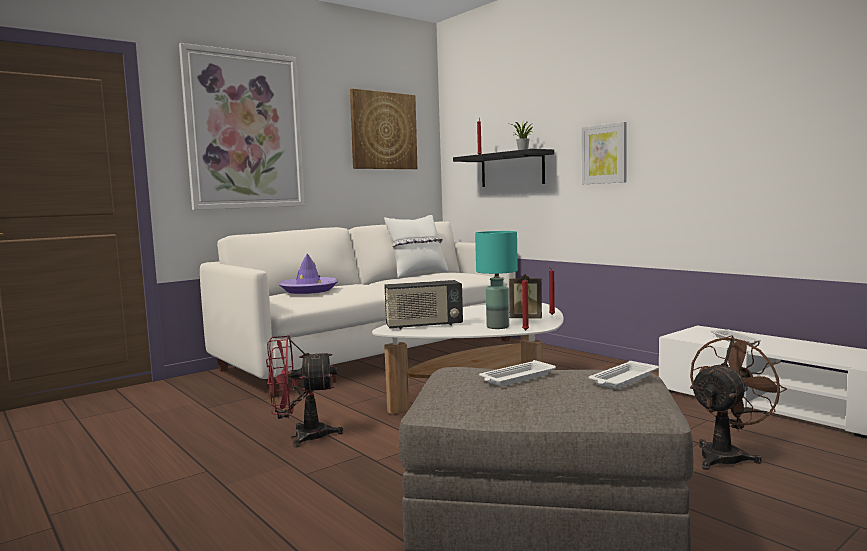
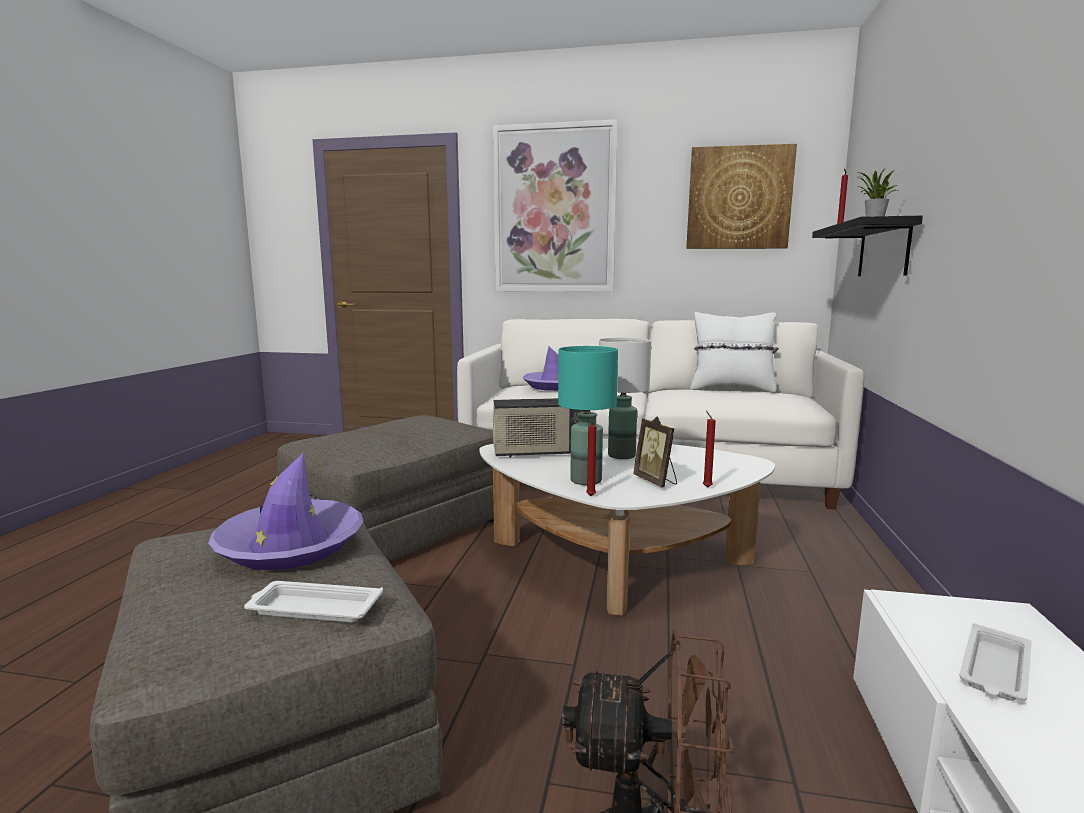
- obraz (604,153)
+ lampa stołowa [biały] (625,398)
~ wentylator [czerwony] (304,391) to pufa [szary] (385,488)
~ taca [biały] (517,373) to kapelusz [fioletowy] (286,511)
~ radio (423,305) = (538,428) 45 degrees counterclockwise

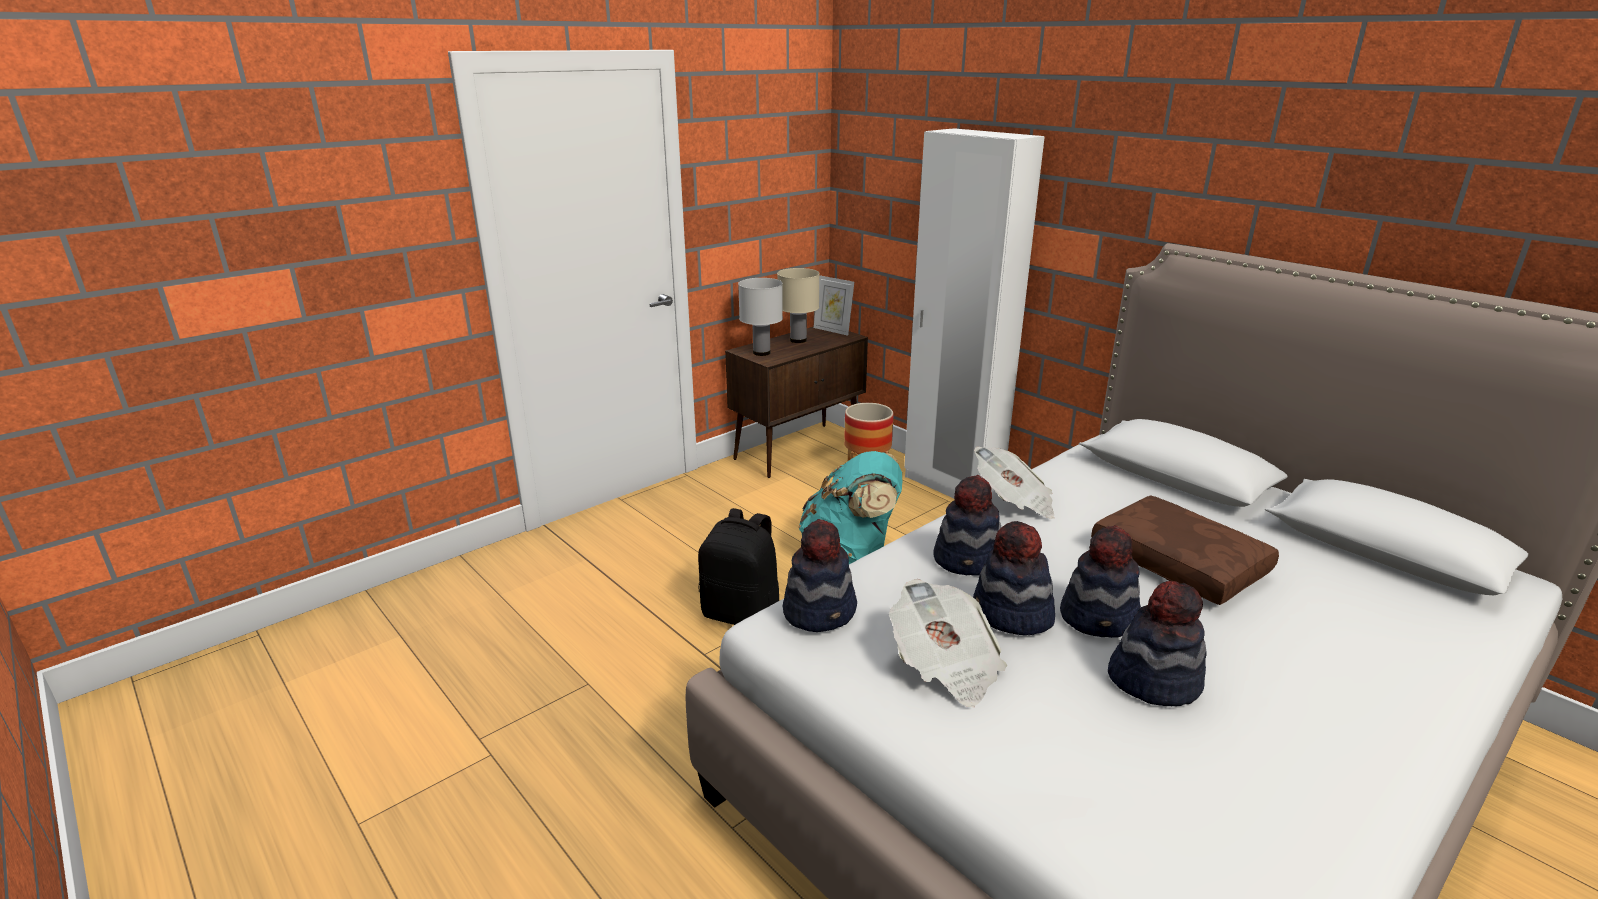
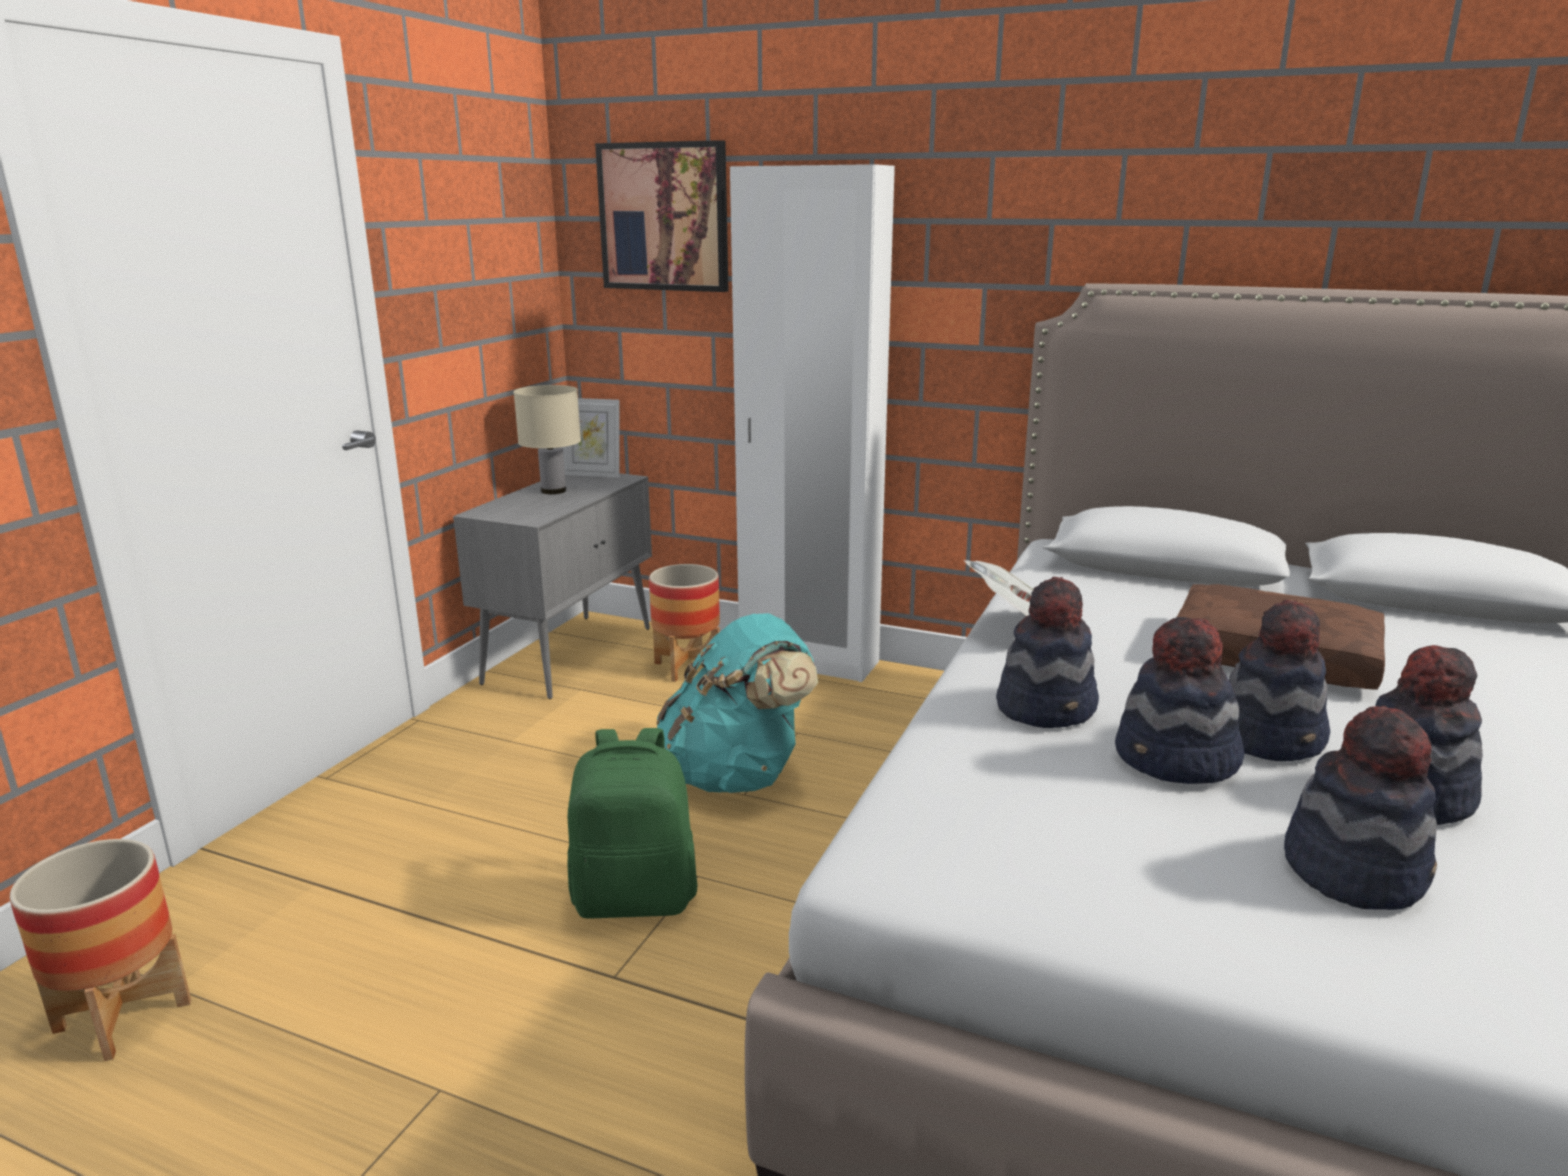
- lampa stołowa [biały] (760,317)
- gazeta (948,643)
+ donica (100,950)
+ obraz (661,216)
~ kapelusz (820,575) to (1360,808)
~ plecak [czarny] (738,566) to plecak [zielony] (632,823)
~ szafka [brązowy] (796,402) to szafka [szary] (552,586)

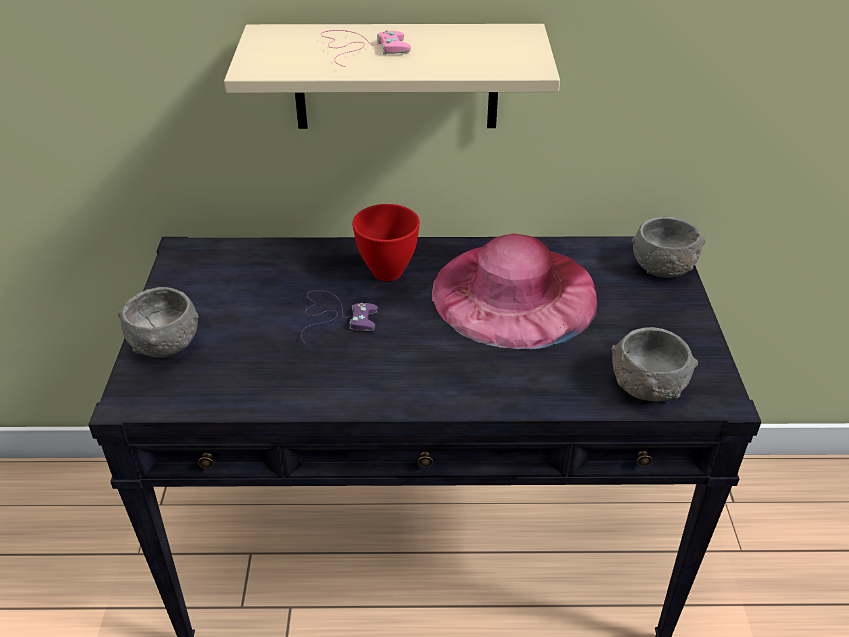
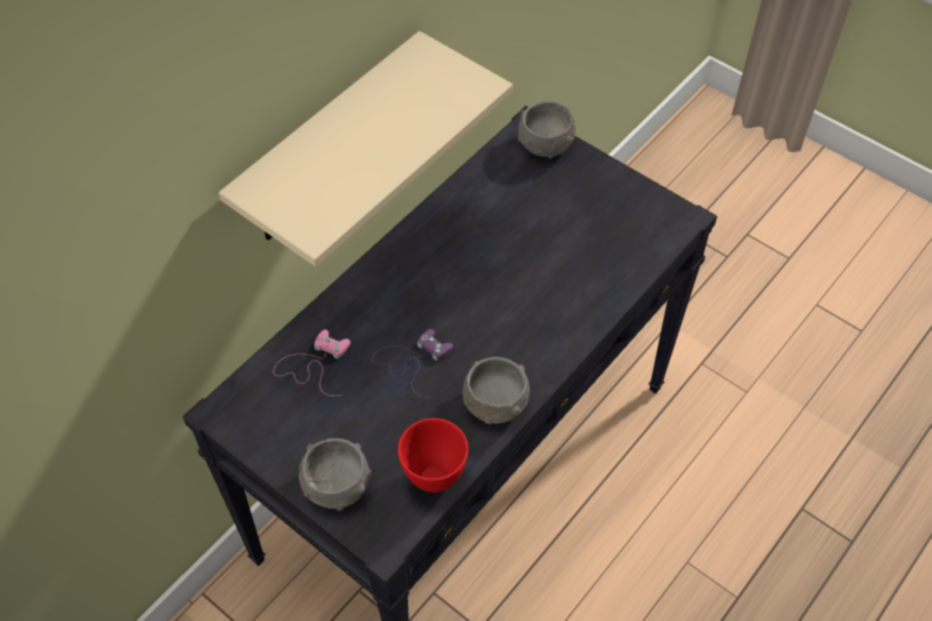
- kapelusz [różowy] (515,292)
~ pad do gier [różowy] (366,48) to (311,363)
~ miska [czerwony] (386,242) to (433,455)
~ miska [szary] (654,364) to (496,391)

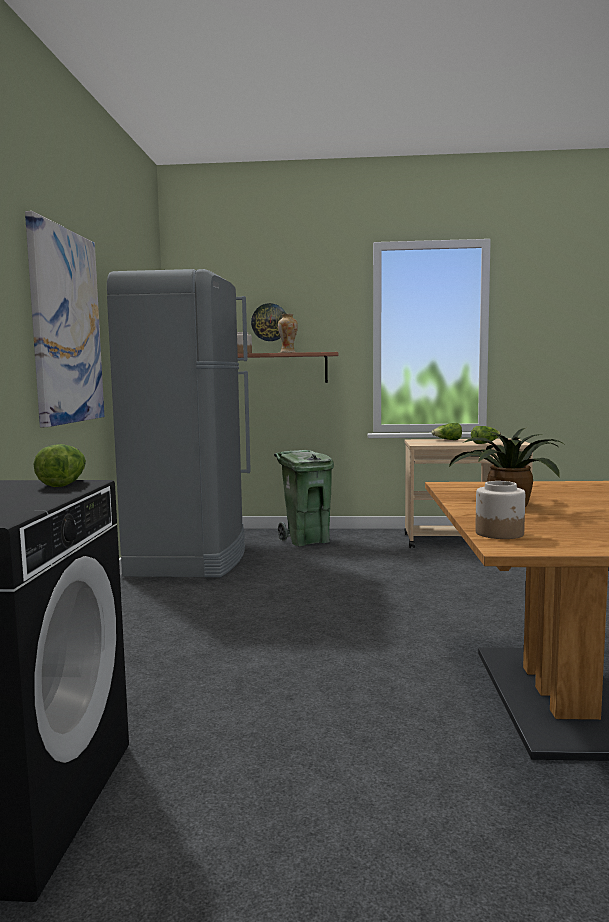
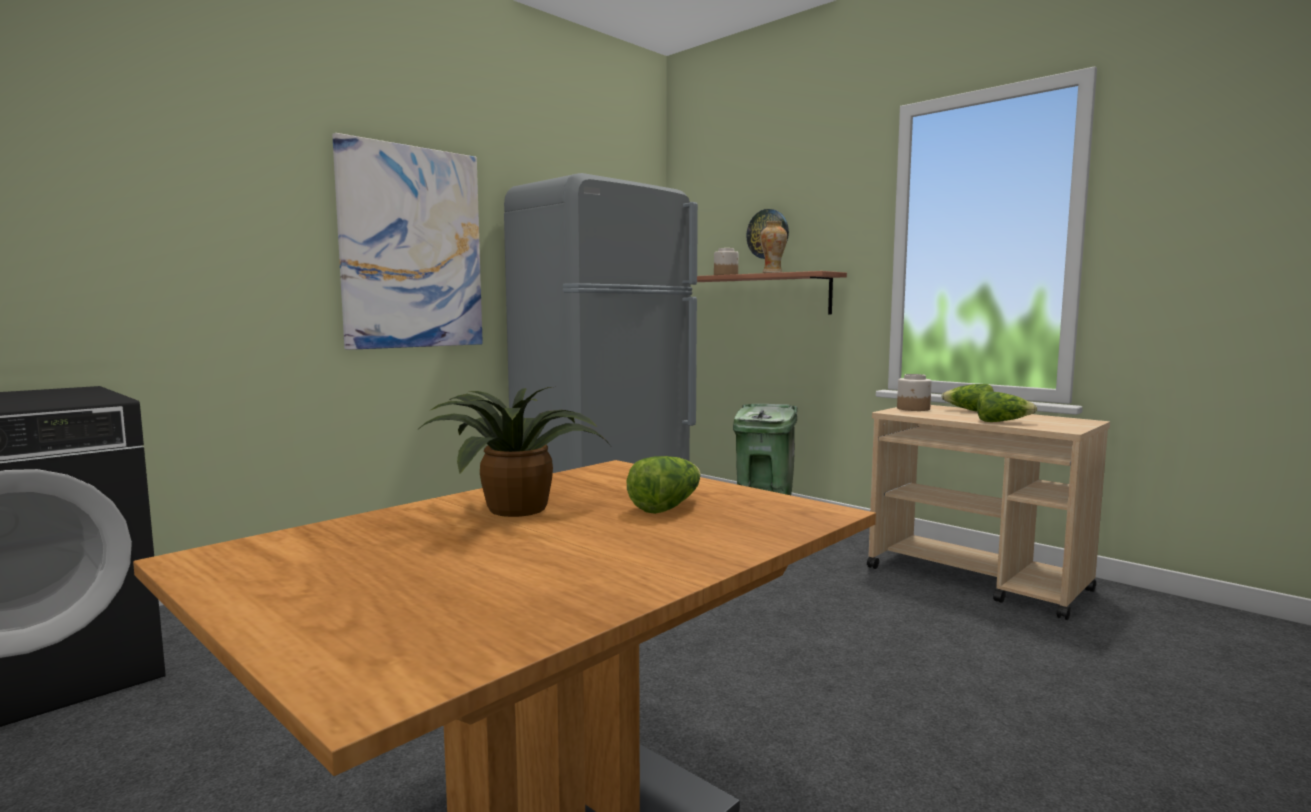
~ sałata (60,465) to (664,485)
~ słoik (500,510) to (914,392)

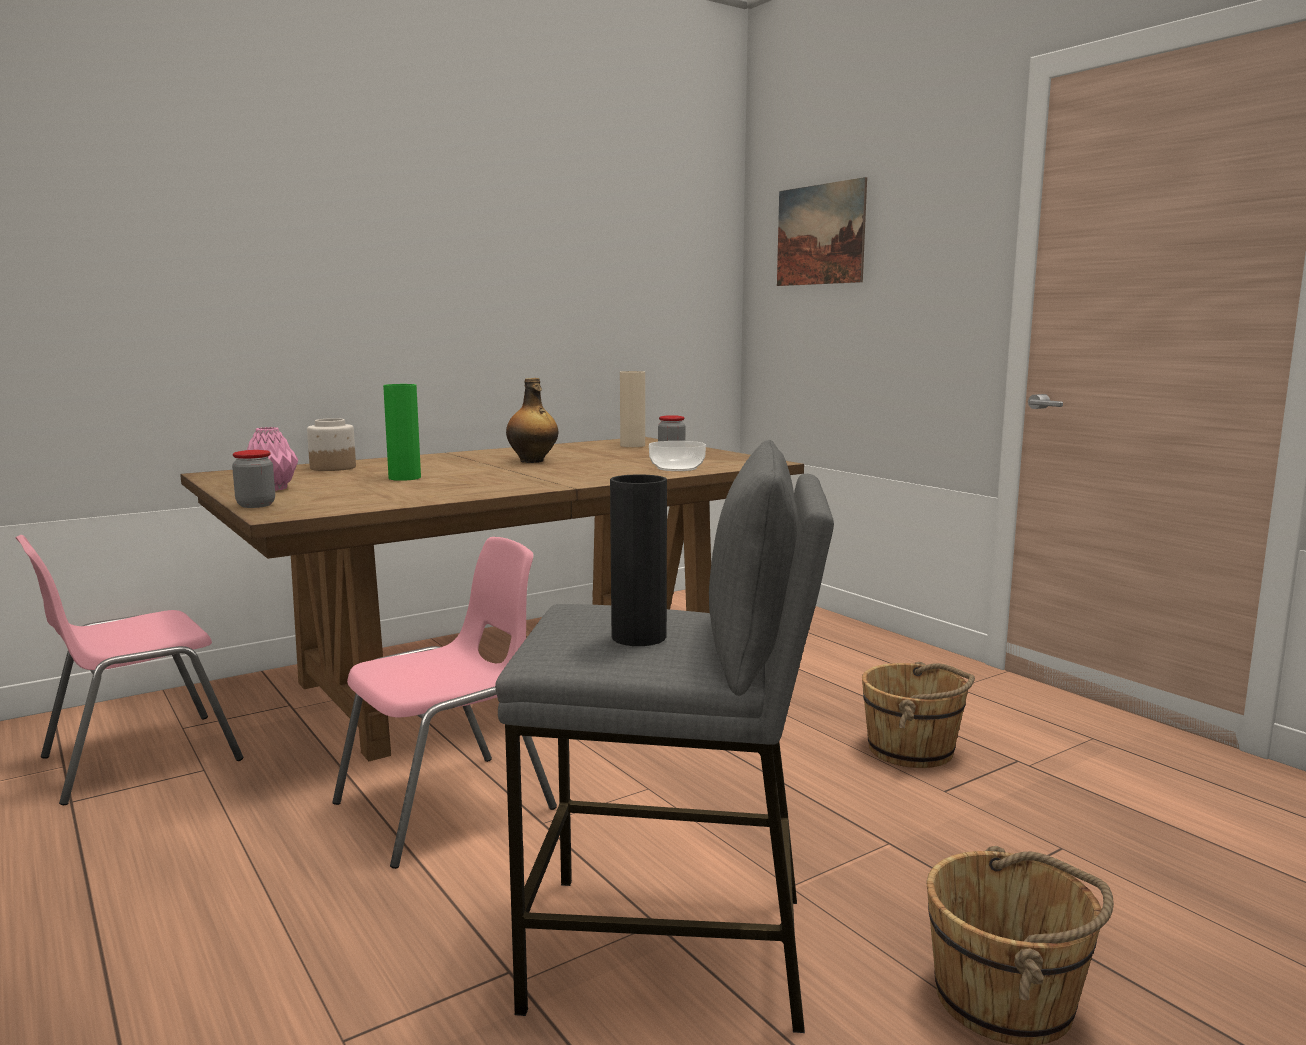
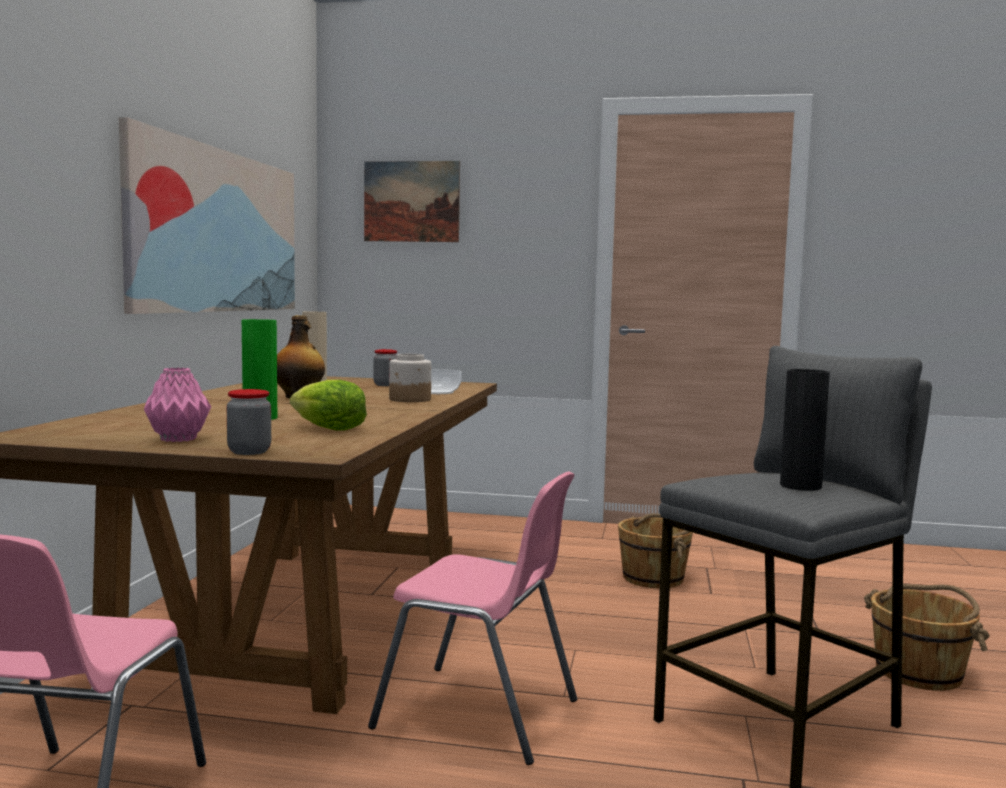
+ obraz (207,215)
+ sałata (328,405)
~ słoik (331,444) to (410,378)
~ krzesło [różowy] (444,703) = (472,618) 105 degrees clockwise

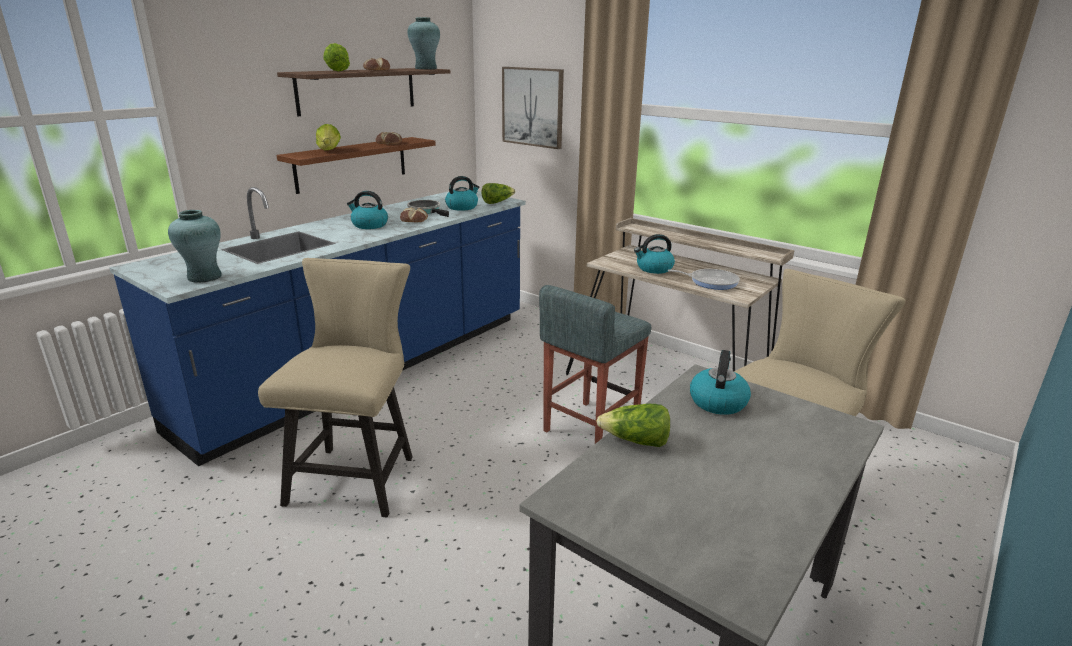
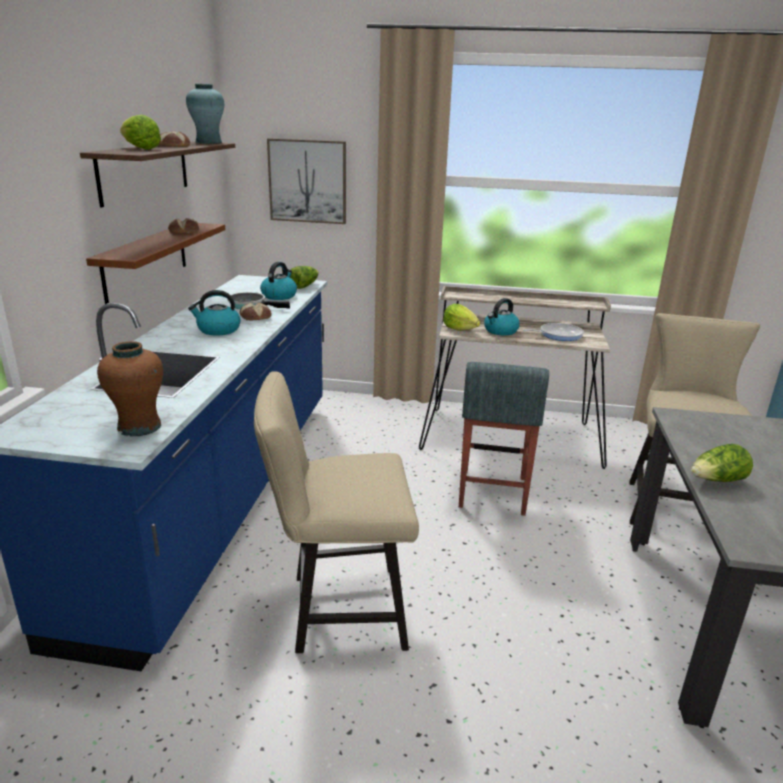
- czajnik (720,382)
~ sałata (328,137) to (461,317)
~ wazon [turkusowy] (195,246) to wazon [brązowy] (130,389)
~ krzesło [beżowy] (335,387) = (336,512) 75 degrees counterclockwise

